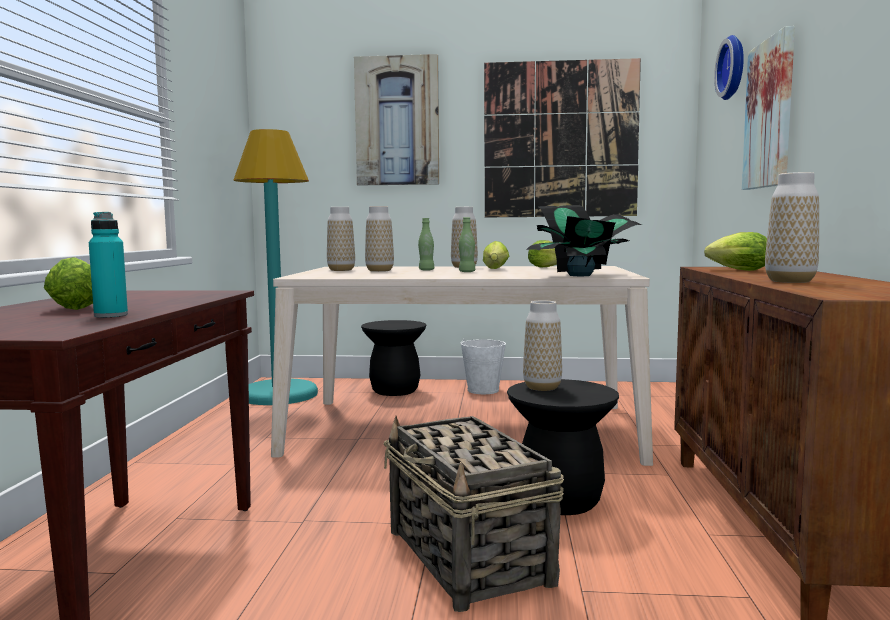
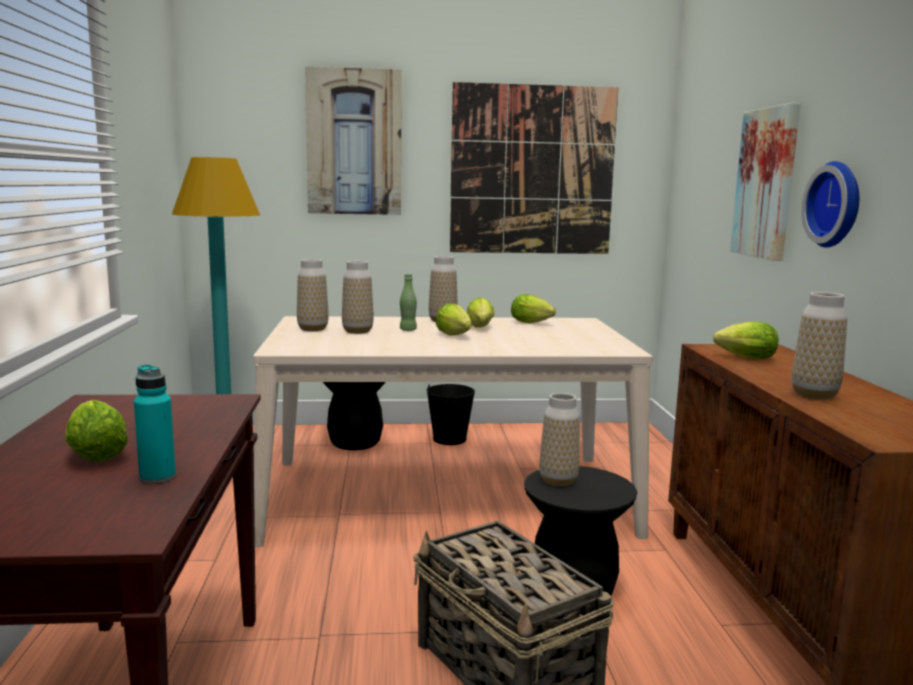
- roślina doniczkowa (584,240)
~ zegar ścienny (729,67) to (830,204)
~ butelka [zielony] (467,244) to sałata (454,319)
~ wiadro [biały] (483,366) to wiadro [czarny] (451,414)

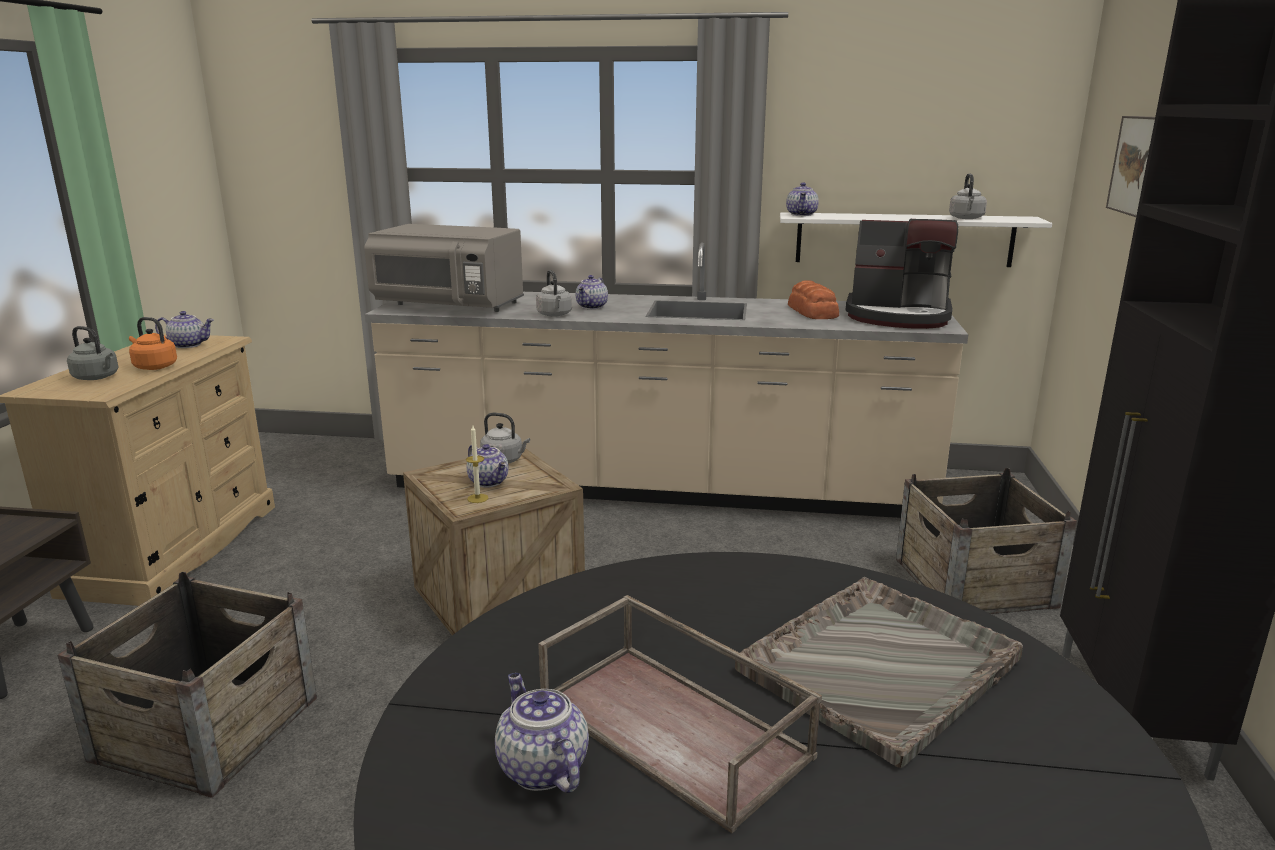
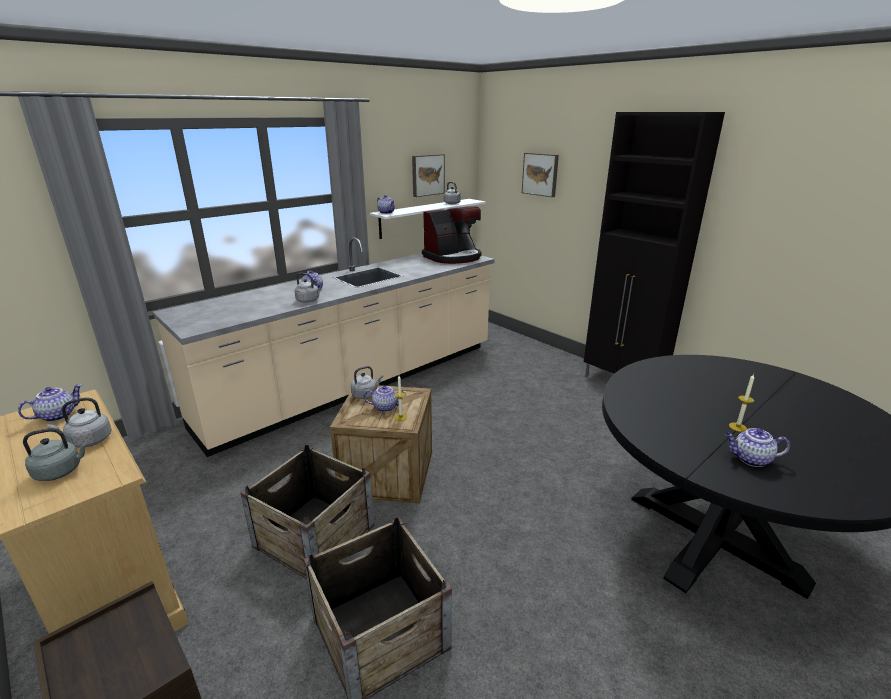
- mikrofalówka [szary] (444,268)
- taca [szary] (879,672)
- chleb (813,300)
+ obraz (428,175)
~ skrzynka (986,541) to (307,511)
~ taca [brązowy] (680,714) to świeca (742,403)
~ czajnik [pomarańczowy] (153,343) to czajnik [szary] (79,422)

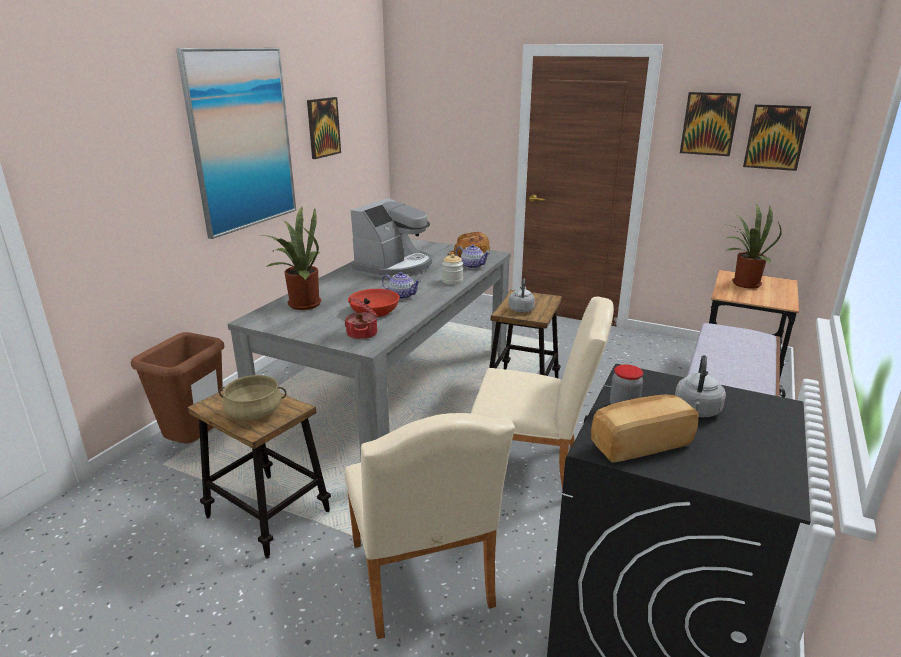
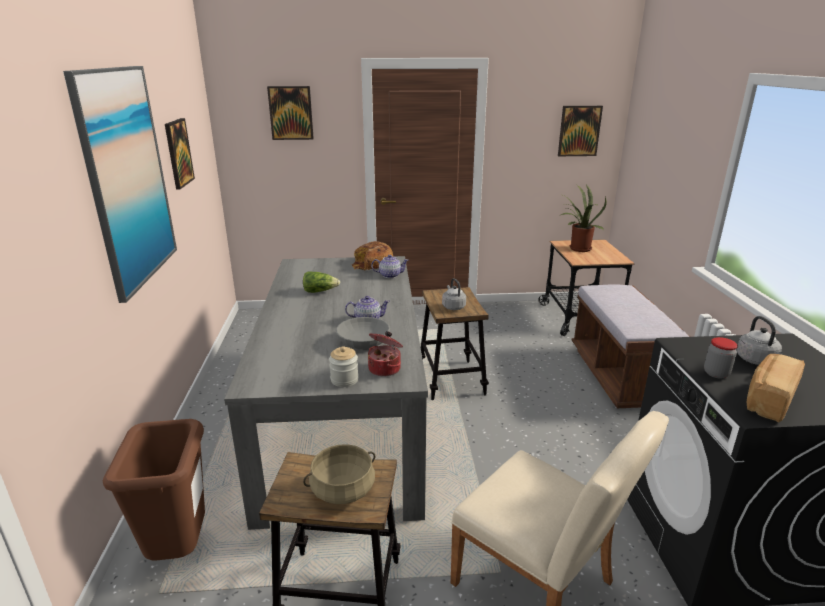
- roślina doniczkowa (291,258)
- krzesło [beżowy] (542,393)
~ słoik (452,269) to (344,366)
~ obraz (710,124) to (290,113)
~ ekspres do kawy (391,238) to sałata (321,282)
~ miska [czerwony] (374,303) to miska [szary] (363,333)

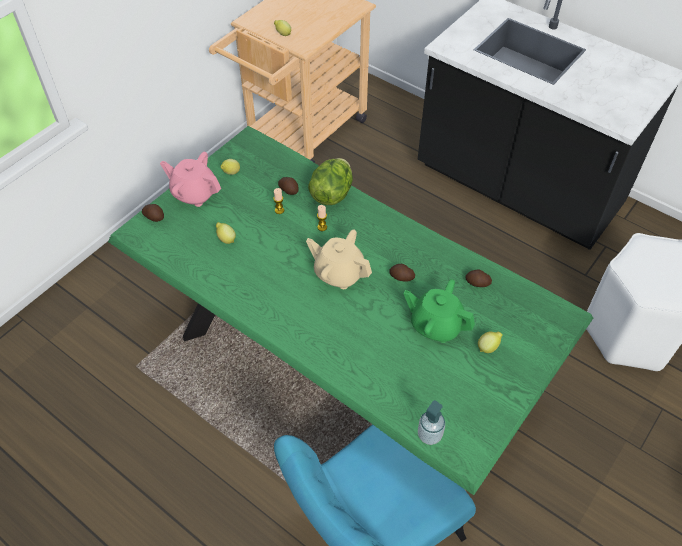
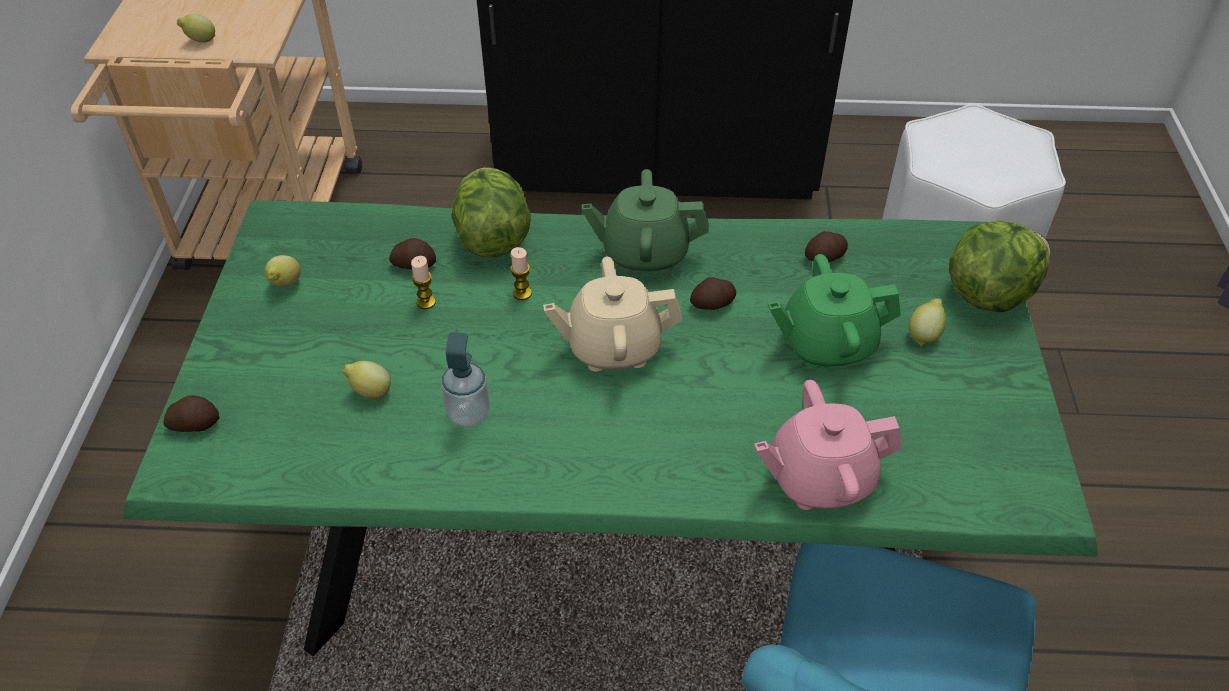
+ imbryk [zielony] (645,221)
+ sałata (999,266)
~ imbryk [różowy] (190,179) to (828,445)
~ dozownik mydła (431,422) to (466,379)

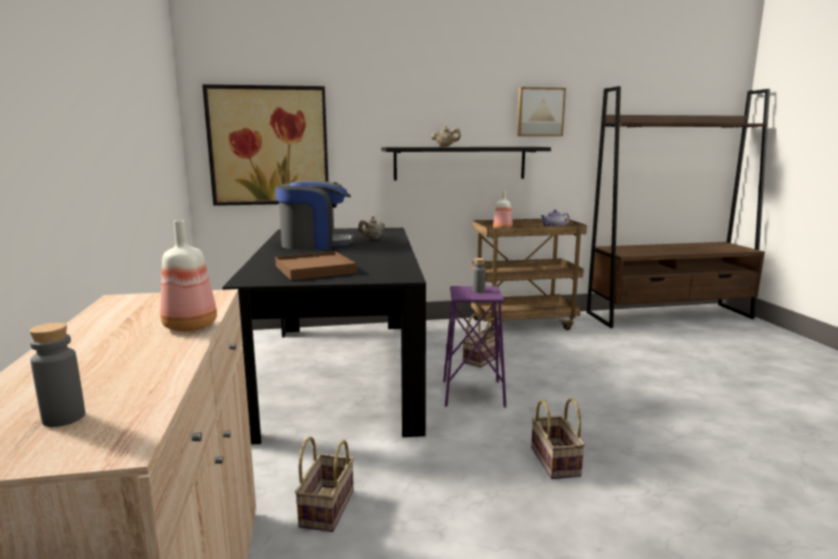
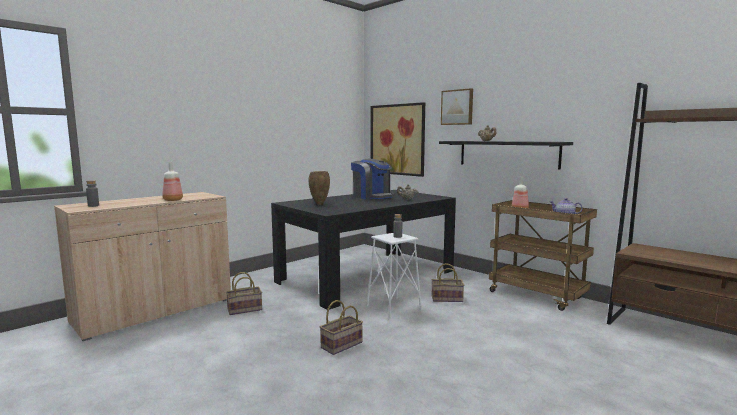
~ obraz (541,111) to (457,106)
~ taca [brązowy] (316,265) to wazon [brązowy] (319,188)
~ stołek [fioletowy] (474,347) to stołek [biały] (394,276)

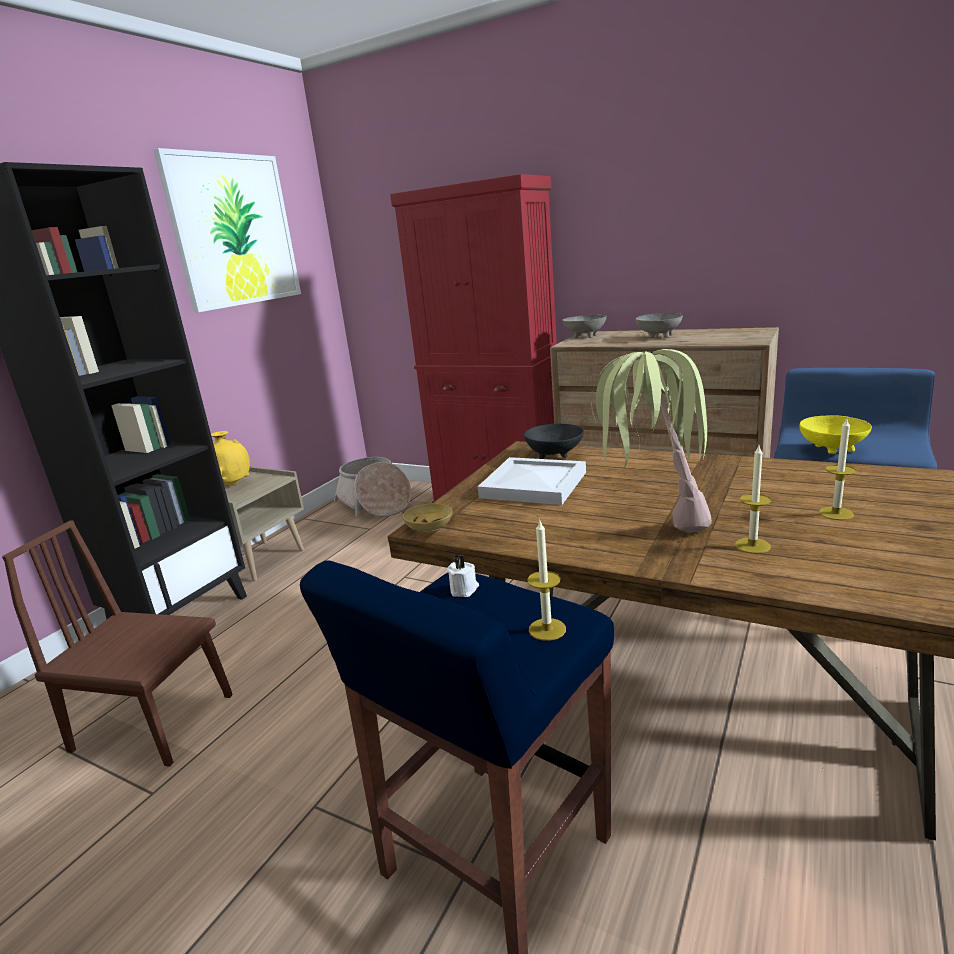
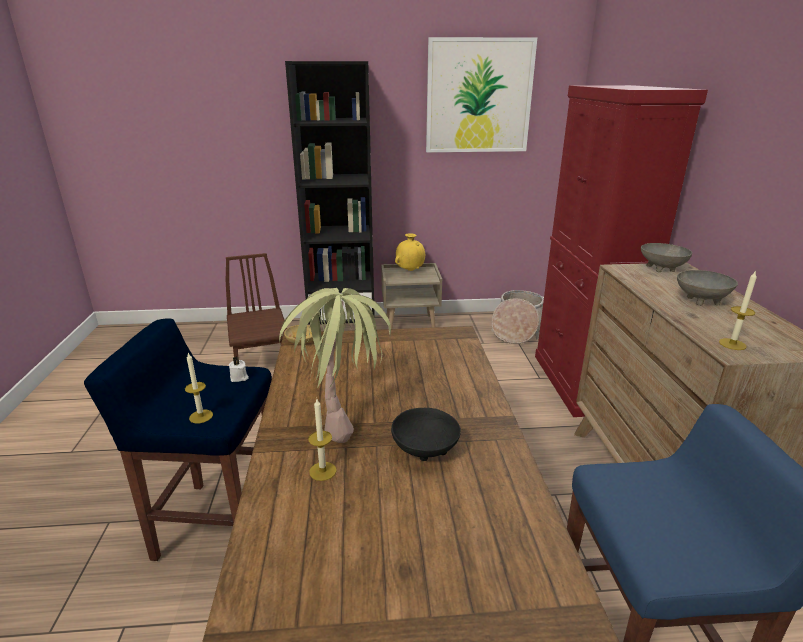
- taca [biały] (532,481)
- miska [żółty] (835,434)
~ miska [czarny] (554,441) to (426,434)
~ świeca (838,469) to (738,310)

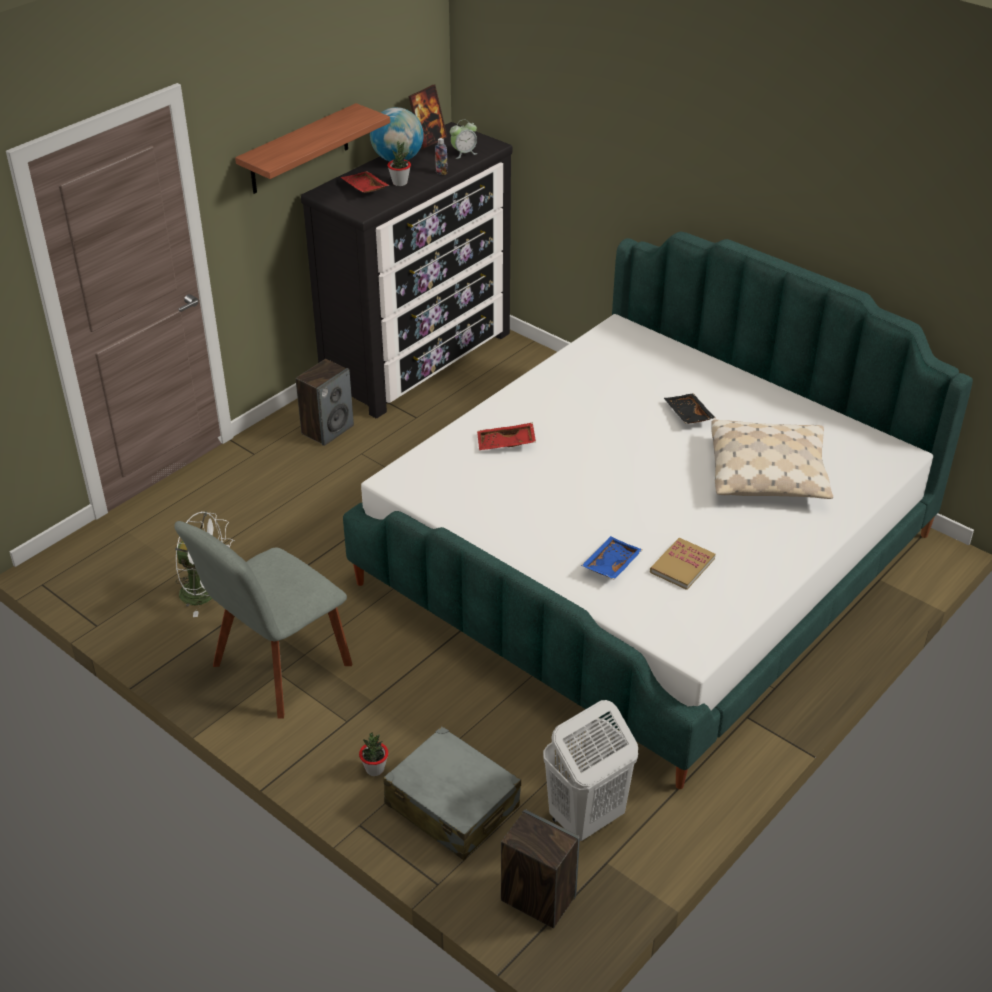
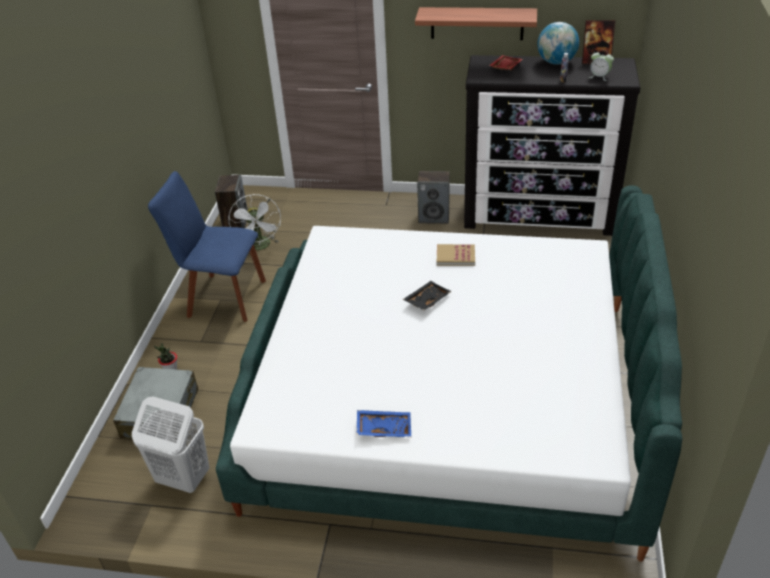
- roślina doniczkowa (399,163)
- taca [czerwony] (506,436)
- poduszka [beżowy] (772,459)
~ głośnik (540,868) to (231,201)
~ taca [niebieski] (611,557) to (384,423)
~ książka (682,564) to (456,255)
~ taca [czarny] (689,408) to (427,295)
~ krzesło [szary] (263,620) to krzesło [niebieski] (207,246)

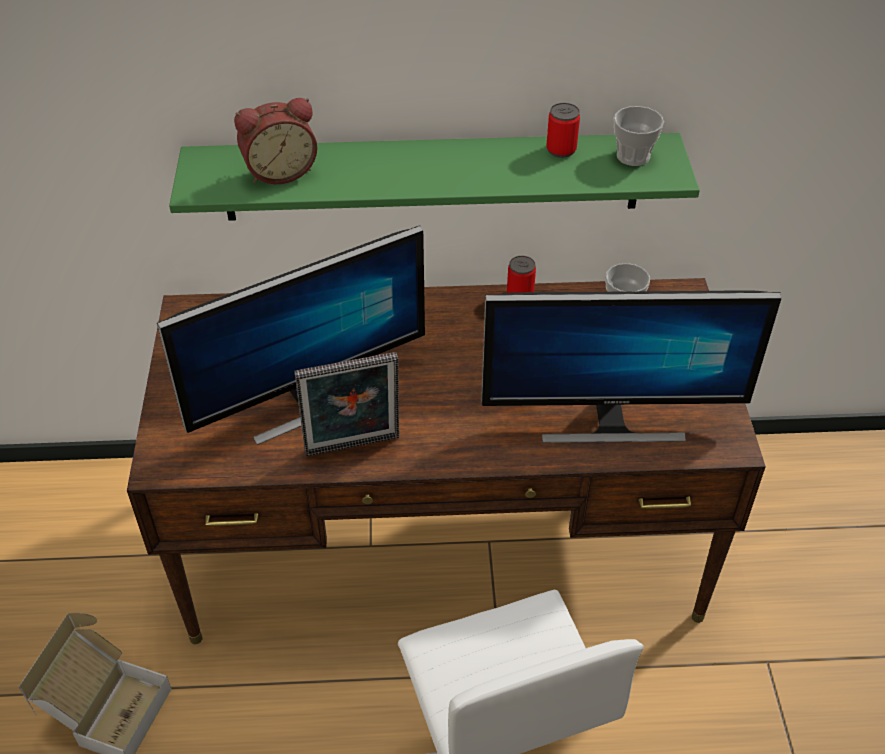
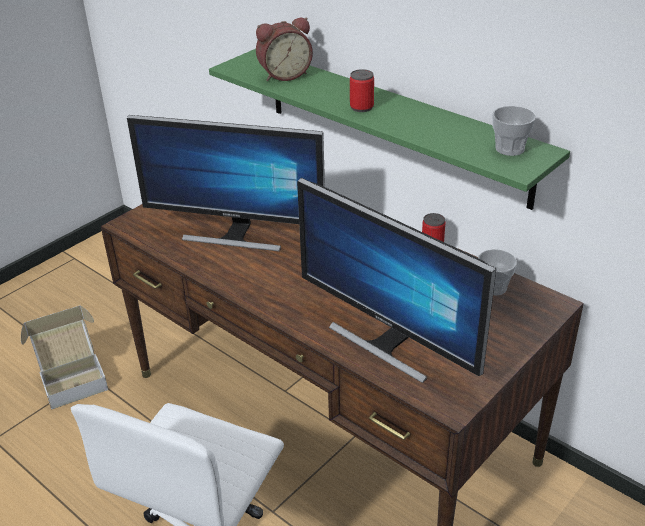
- ramka na zdjęcie (346,404)
~ puszka (563,130) to (362,90)
~ budzik (275,141) = (284,49) 45 degrees counterclockwise

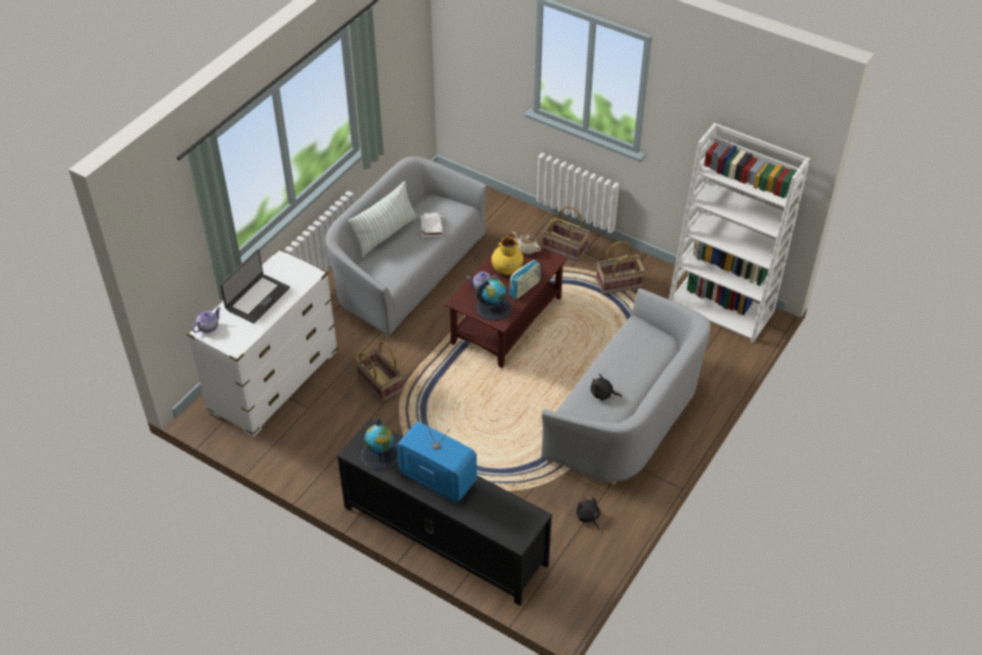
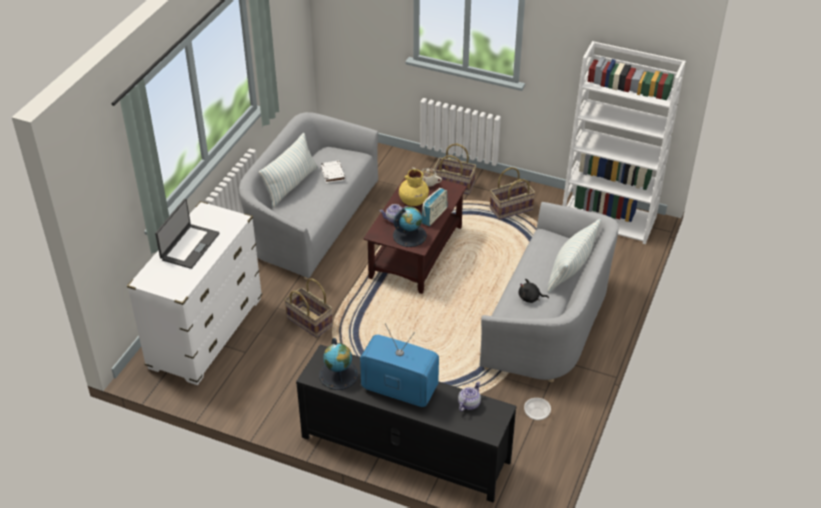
+ poduszka (574,256)
~ imbryk (206,320) to (469,396)
~ pluszak [czarny] (588,514) to miska (537,409)

